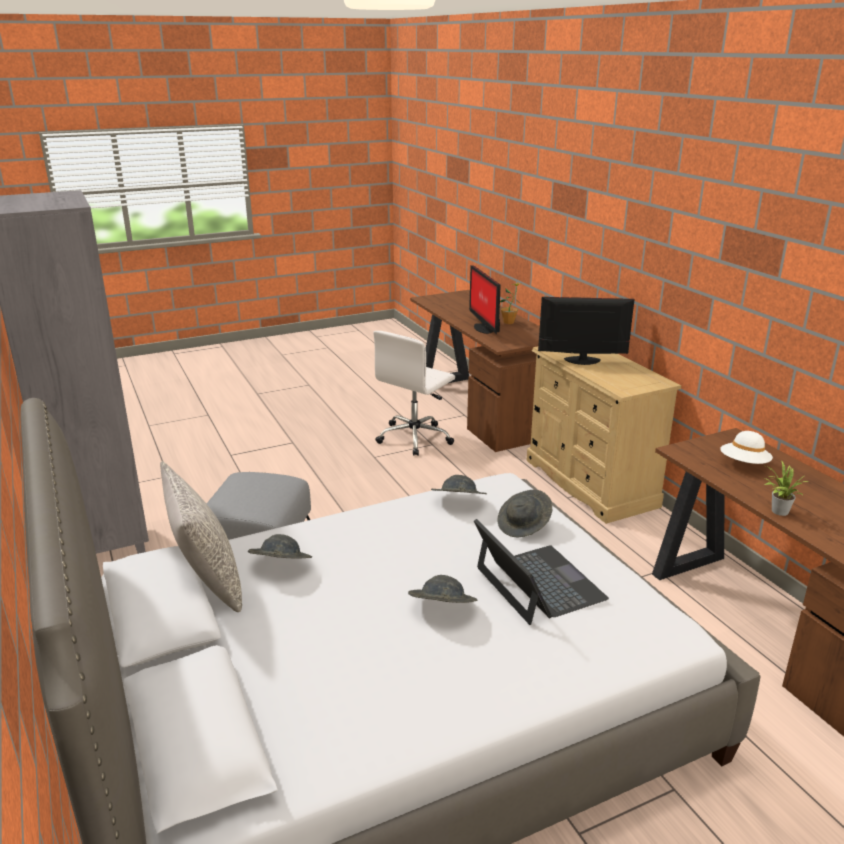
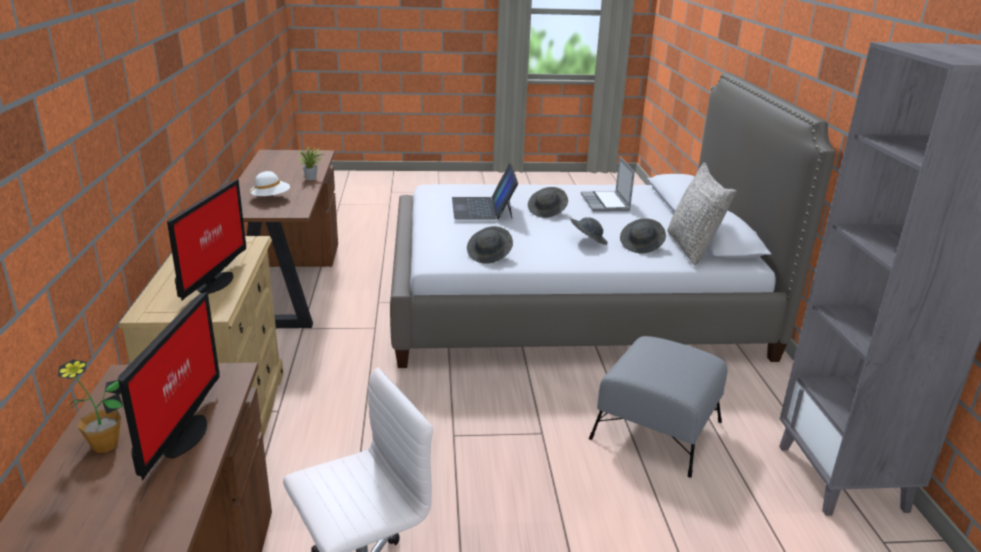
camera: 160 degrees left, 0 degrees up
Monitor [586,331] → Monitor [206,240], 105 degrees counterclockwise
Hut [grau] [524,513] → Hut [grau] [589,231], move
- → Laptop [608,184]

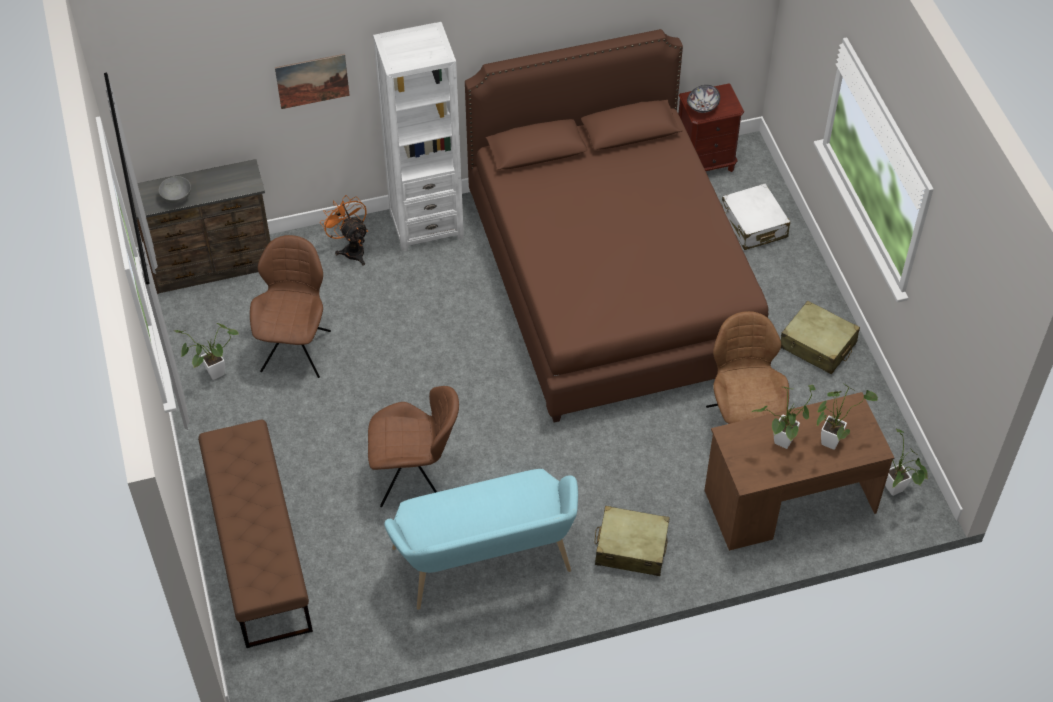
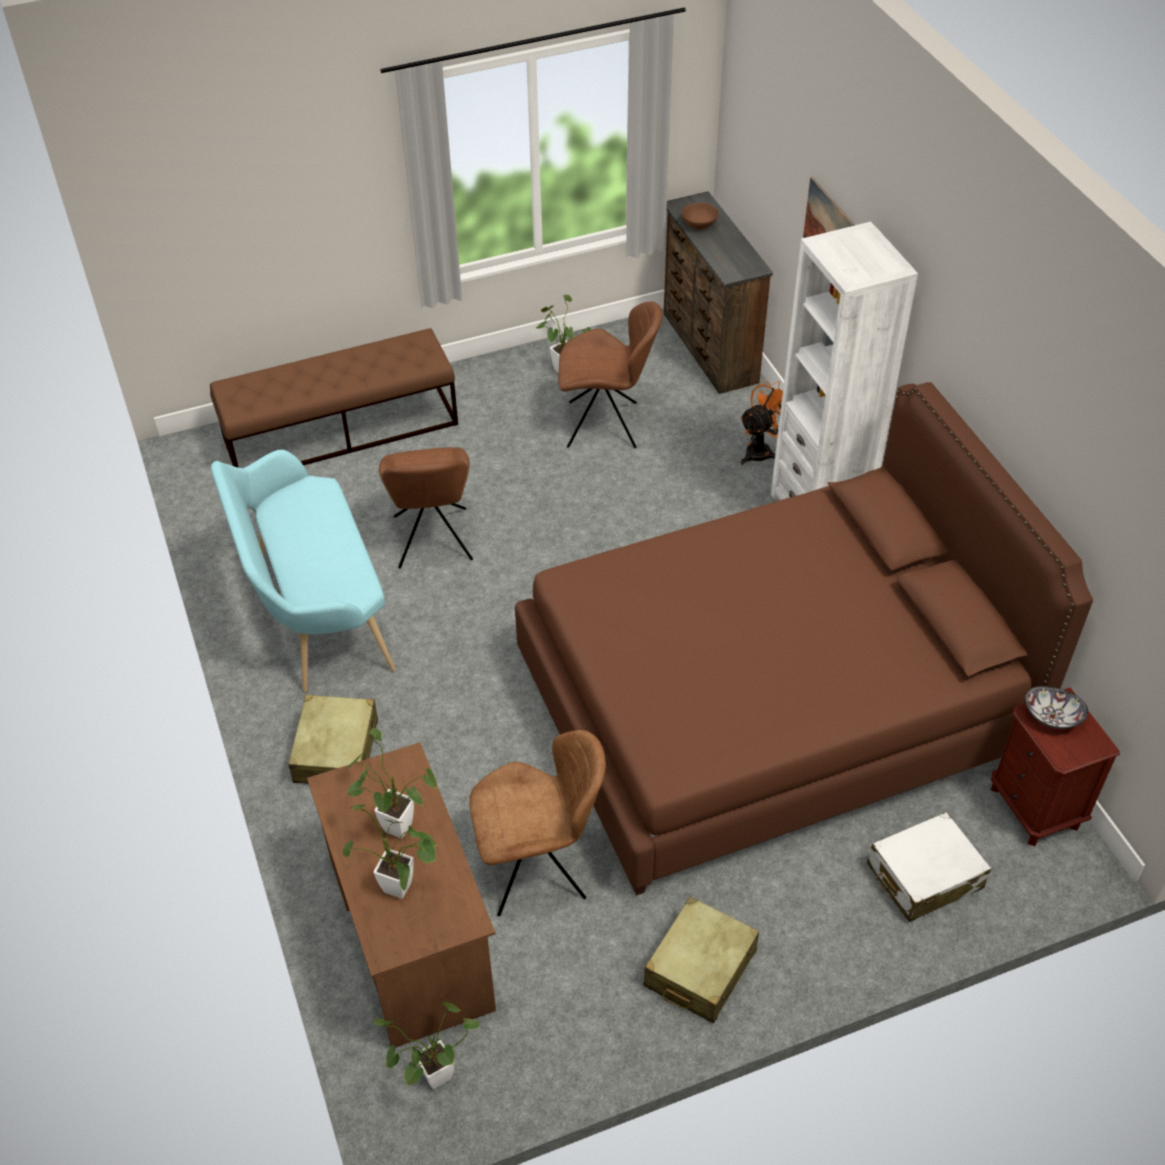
camera: 85 degrees right, 5 degrees down
Schüssel [grau] [175,189] → Schüssel [braun] [700,216]

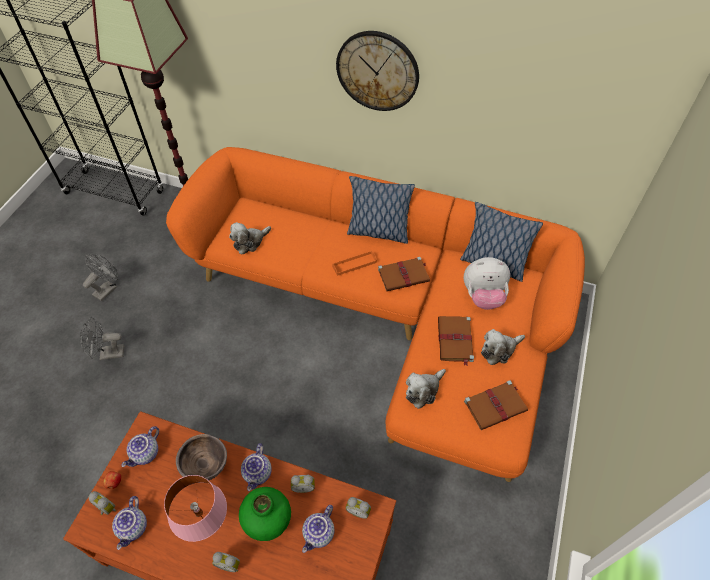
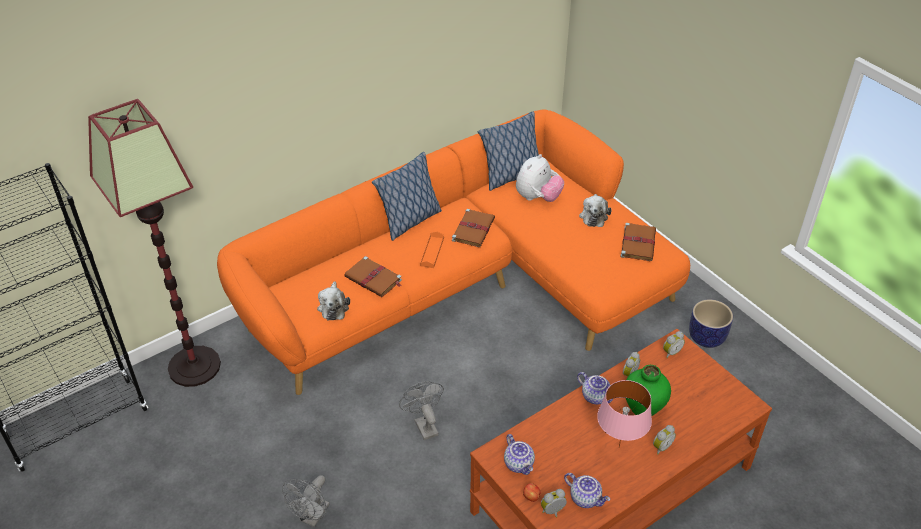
camera: 55 degrees left, 10 degrees down
Buch [braun] [456,341] → Buch [braun] [373,276], move
Ventilator [grau] [100,277] → Ventilator [grau] [421,410], move
- → Pflanzkübel [711,323]
Schüssel [braun] [201,458] → -
Teekanne [318,529] → -
Wanduhr [377,71] → -
Plüschtier [426,389] → -

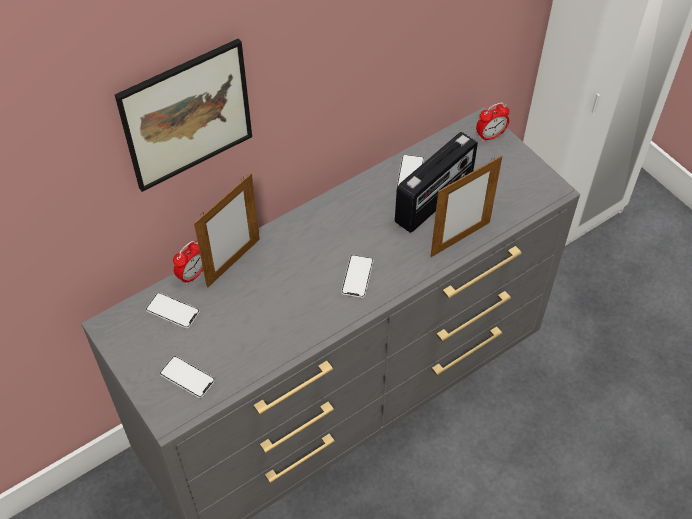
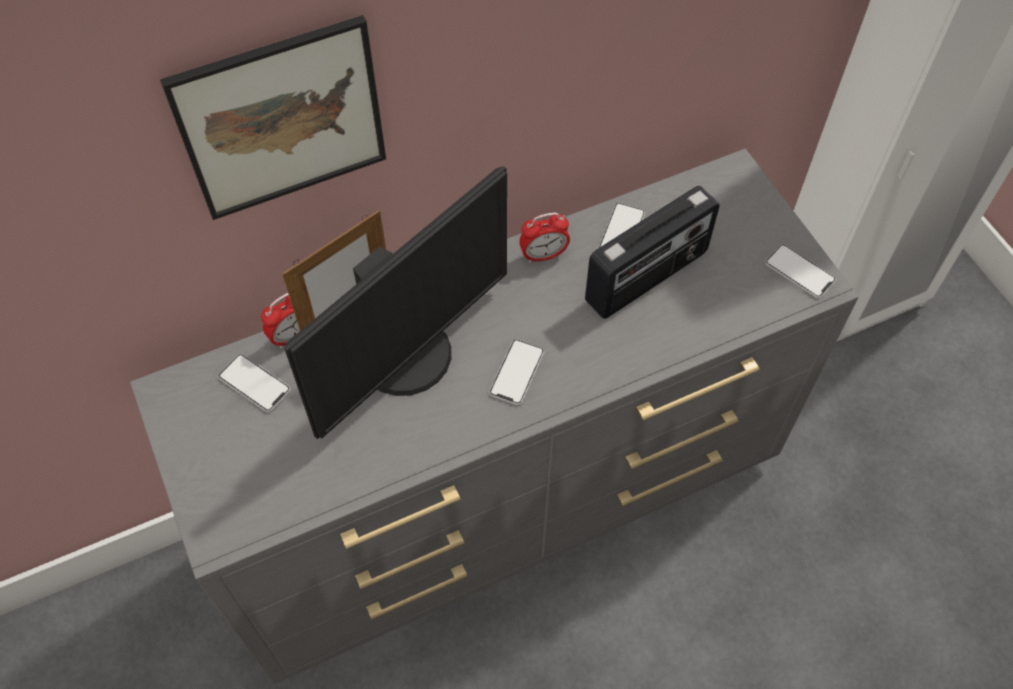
camera: 10 degrees right, 5 degrees up
- → Monitor [395,302]
Wecker [492,122] → Wecker [544,238], move
Handy [187,377] → Handy [800,271], move
Bilderrahmen [466,206] → -

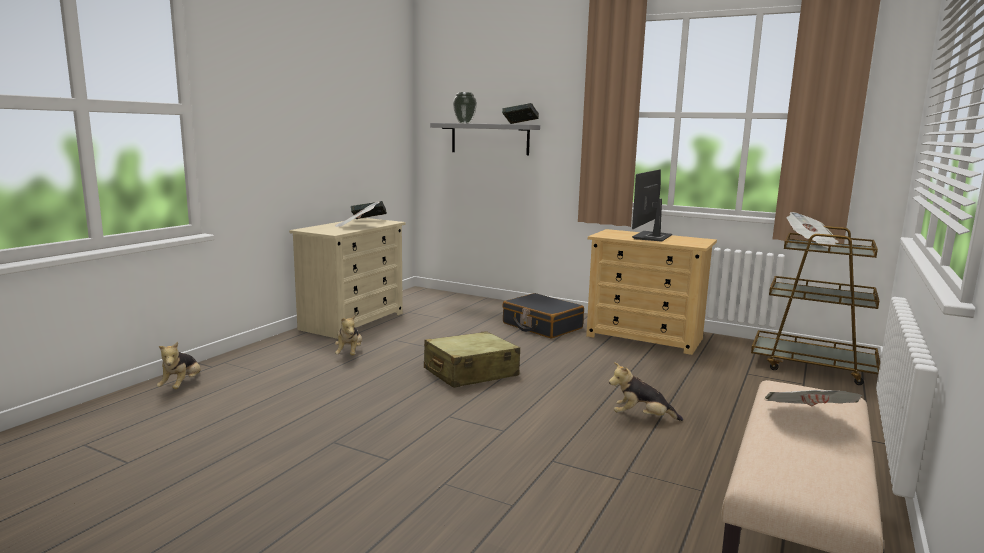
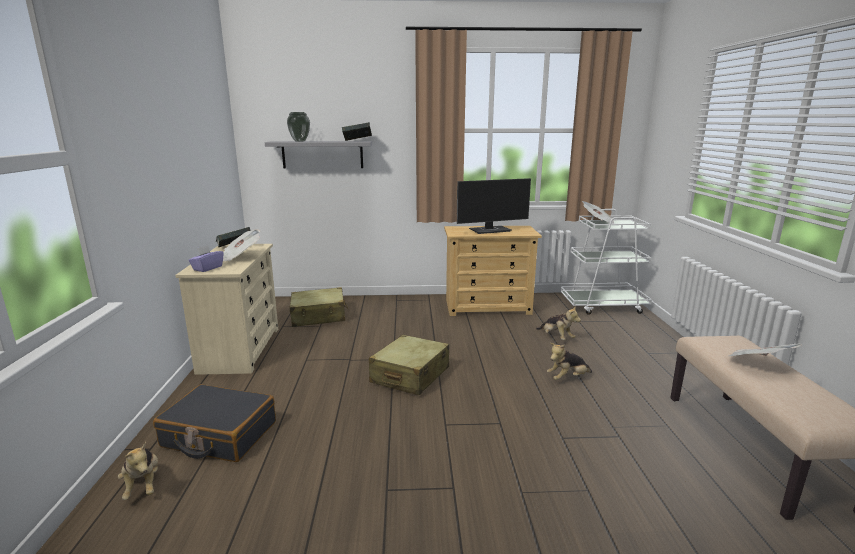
camera: 30 degrees left, 5 degrees up
Koffer [schwarz] [543,316] → Koffer [schwarz] [214,423], move
- → Taschentuchbox [lila] [206,258]
- → Koffer [beige] [319,307]
Monitor [652,205] → Monitor [494,206], 105 degrees counterclockwise
Plüschtier [348,334] → Plüschtier [558,323], move
Rollwagen [braun] [815,305] → Rollwagen [weiß] [606,262]

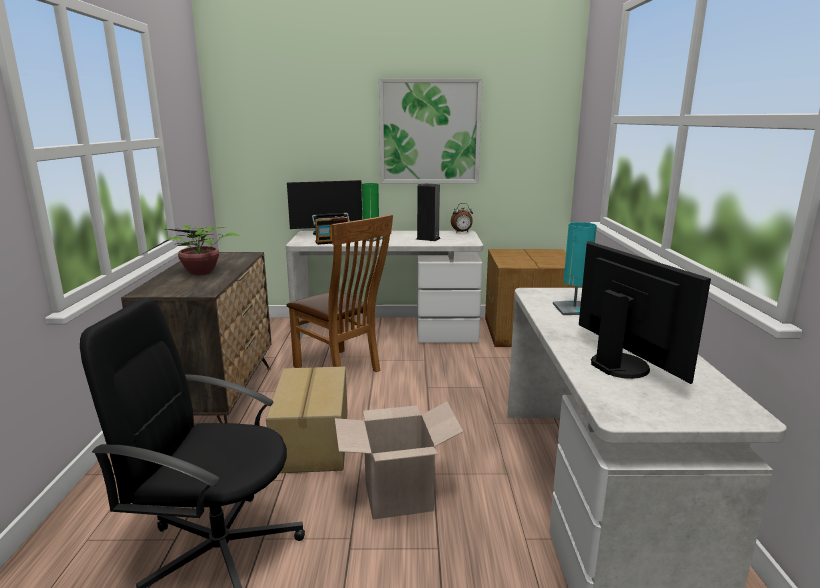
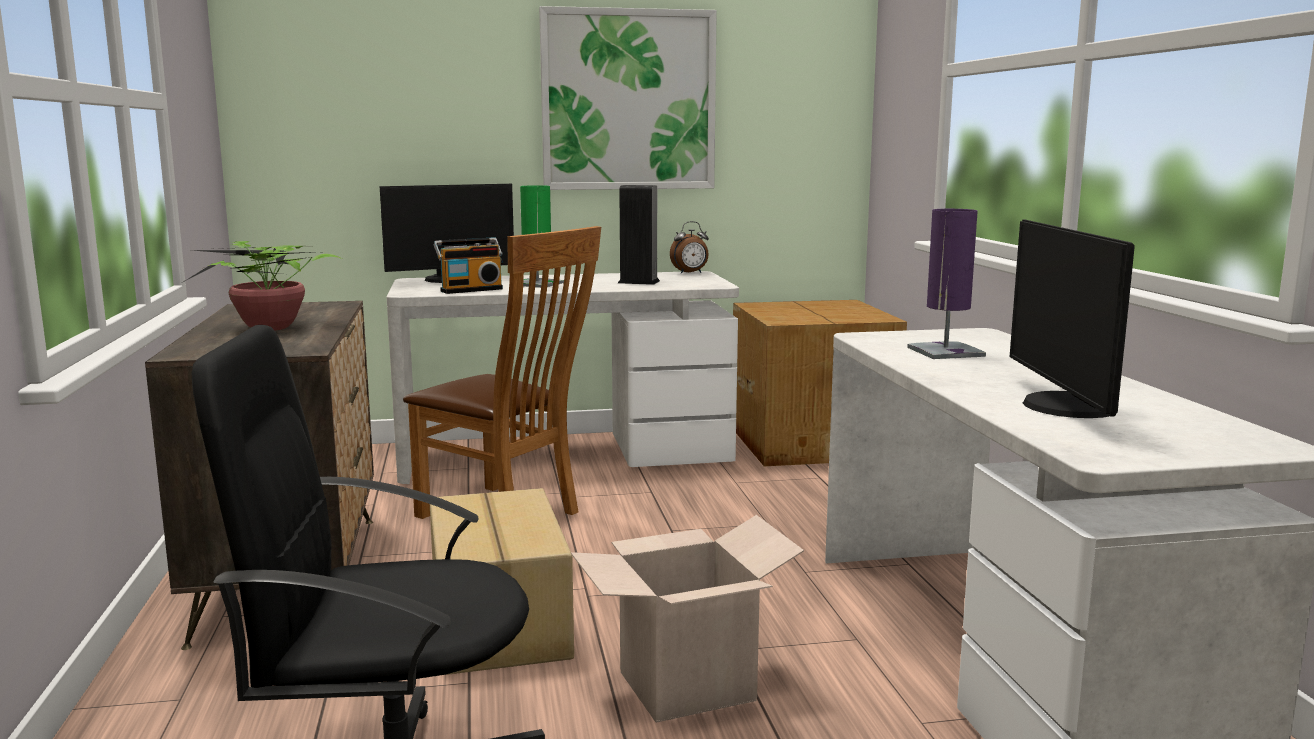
camera: 10 degrees left, 5 degrees down
Tischlampe [türkis] [575,268] → Tischlampe [lila] [946,284]
Monitor [645,312] → Monitor [1072,319], 150 degrees counterclockwise

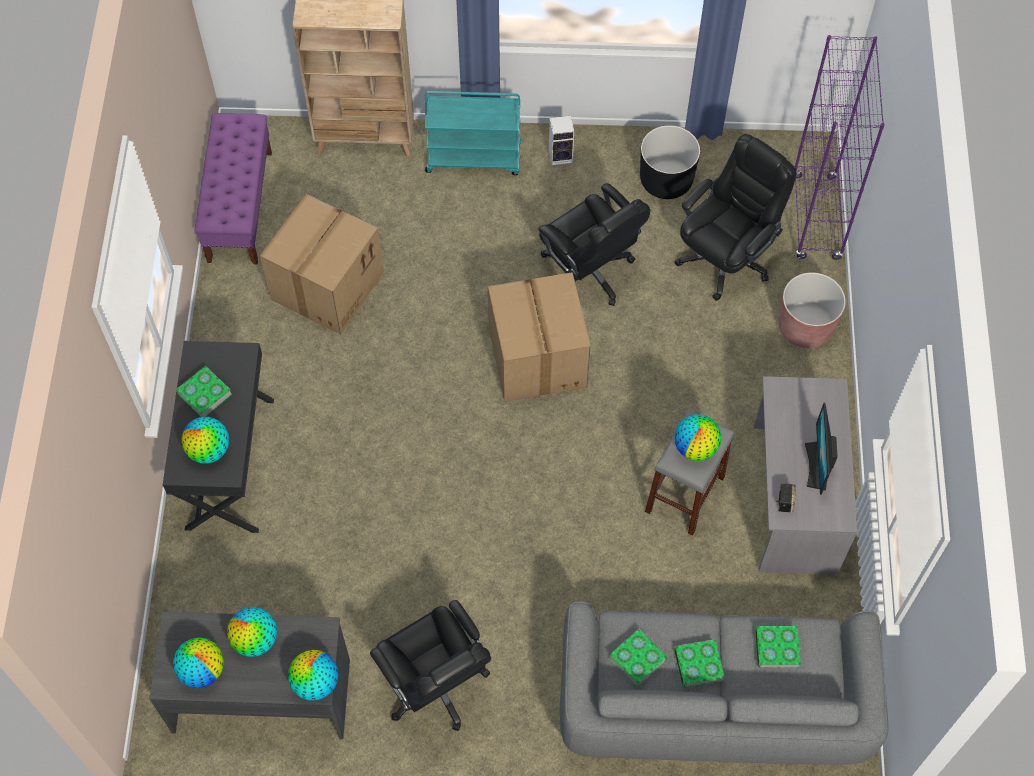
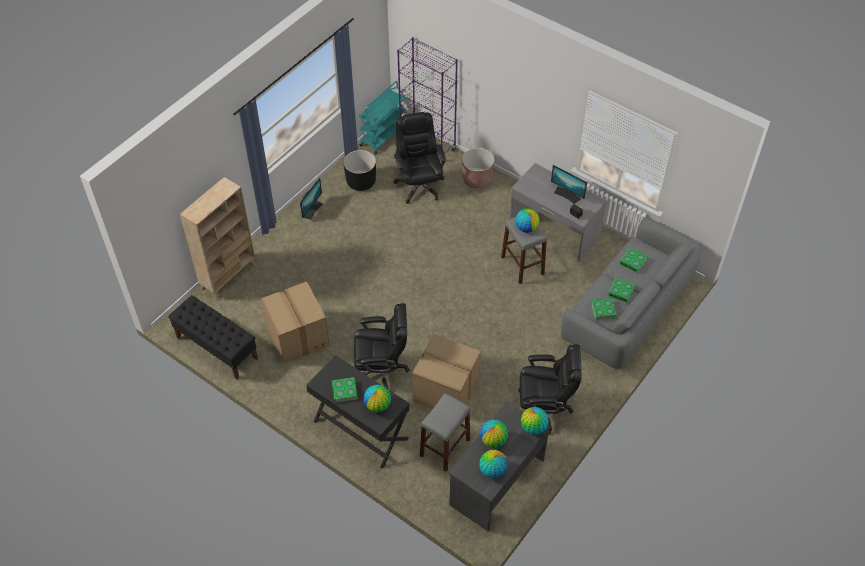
camera: 55 degrees left, 10 degrees down
Bank [lila] [233,188] → Bank [schwarz] [213,337]
Lautsprecher [561,140] → Monitor [311,198]
Bürostuhl [schwarz] [594,244] → Bürostuhl [schwarz] [382,346], move
Rollwagen [türkis] [473,133] → Rollwagen [türkis] [382,117], move
Karton [539,337] → Karton [446,371], move
- → Hocker [grau] [445,432]

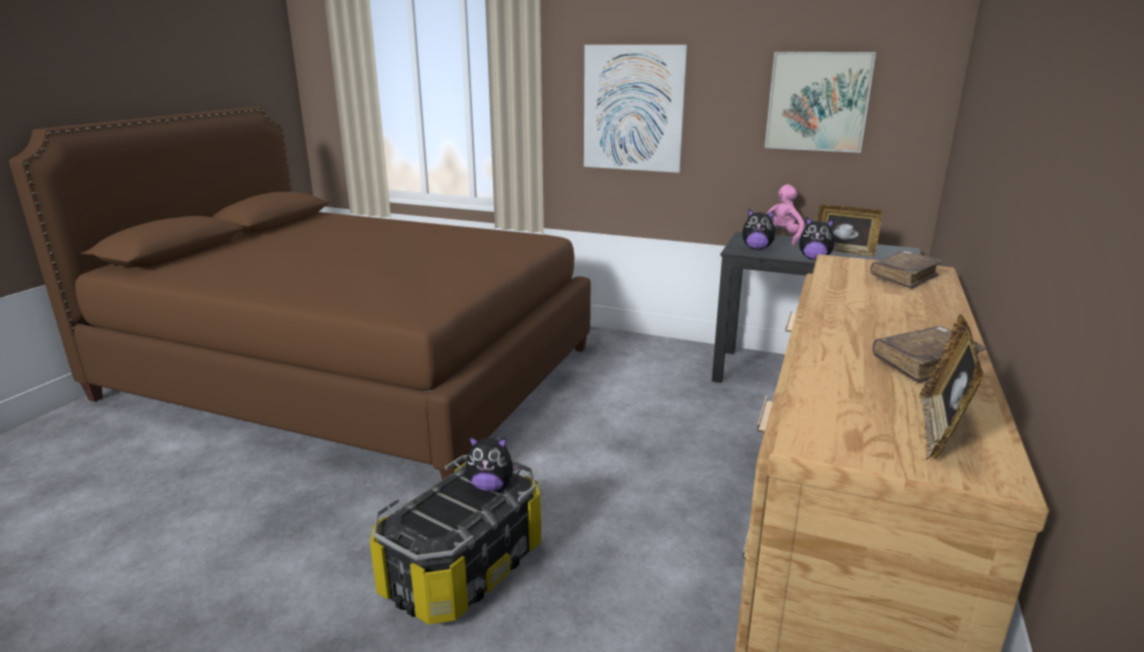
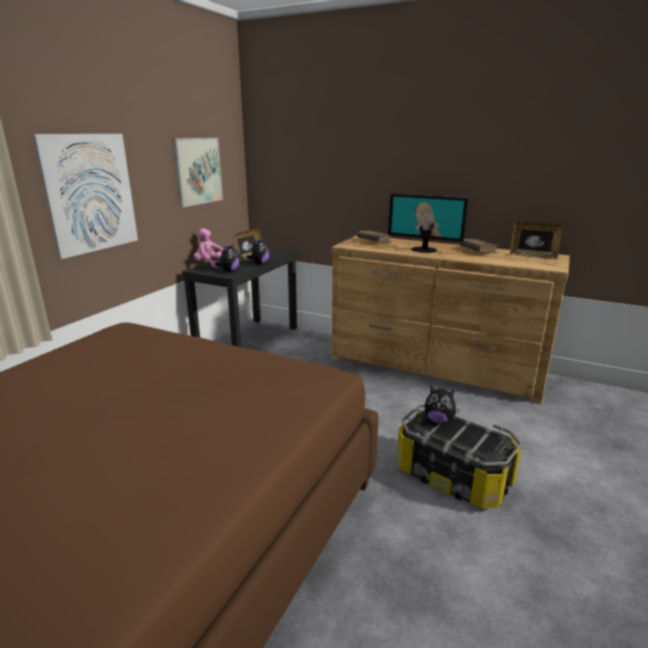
camera: 85 degrees left, 0 degrees up
- → Monitor [428,223]
Plüschtier [492,463] → Plüschtier [442,405], 105 degrees clockwise

